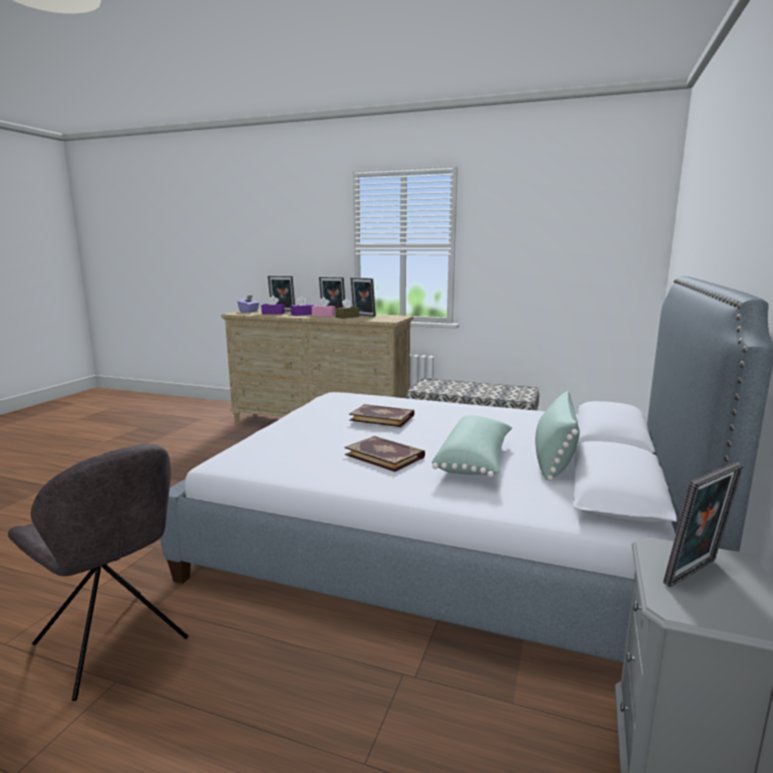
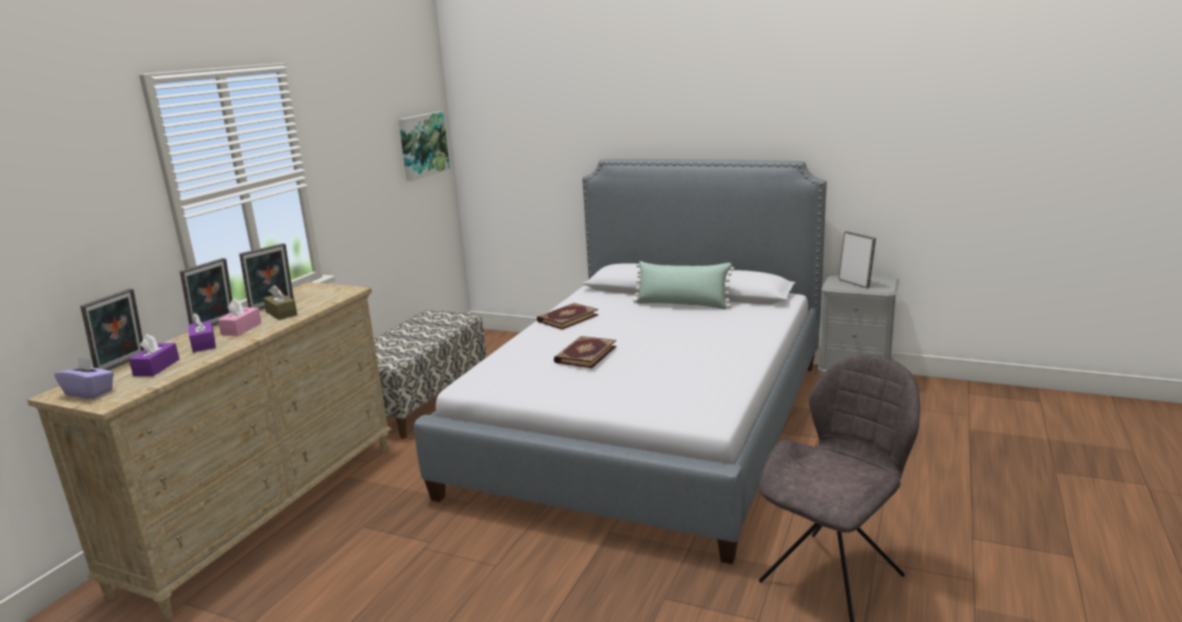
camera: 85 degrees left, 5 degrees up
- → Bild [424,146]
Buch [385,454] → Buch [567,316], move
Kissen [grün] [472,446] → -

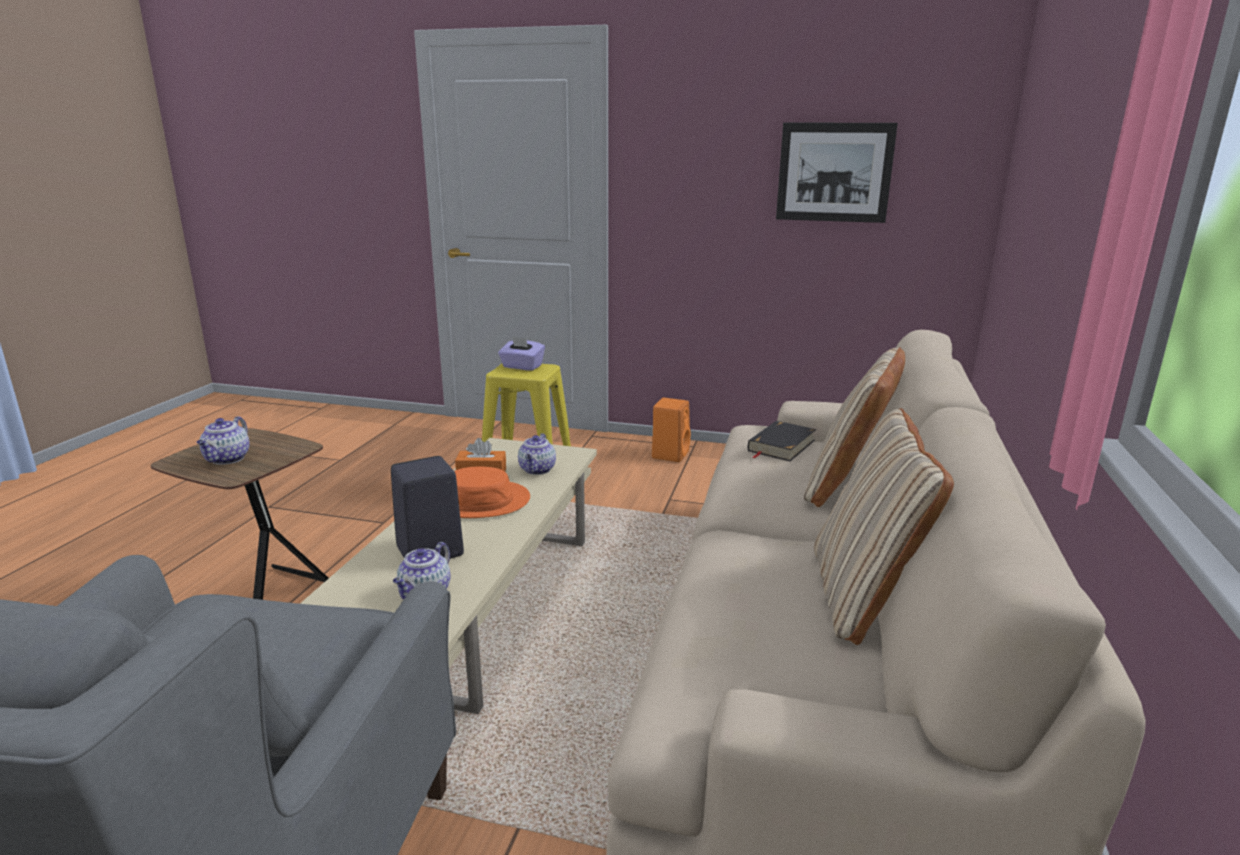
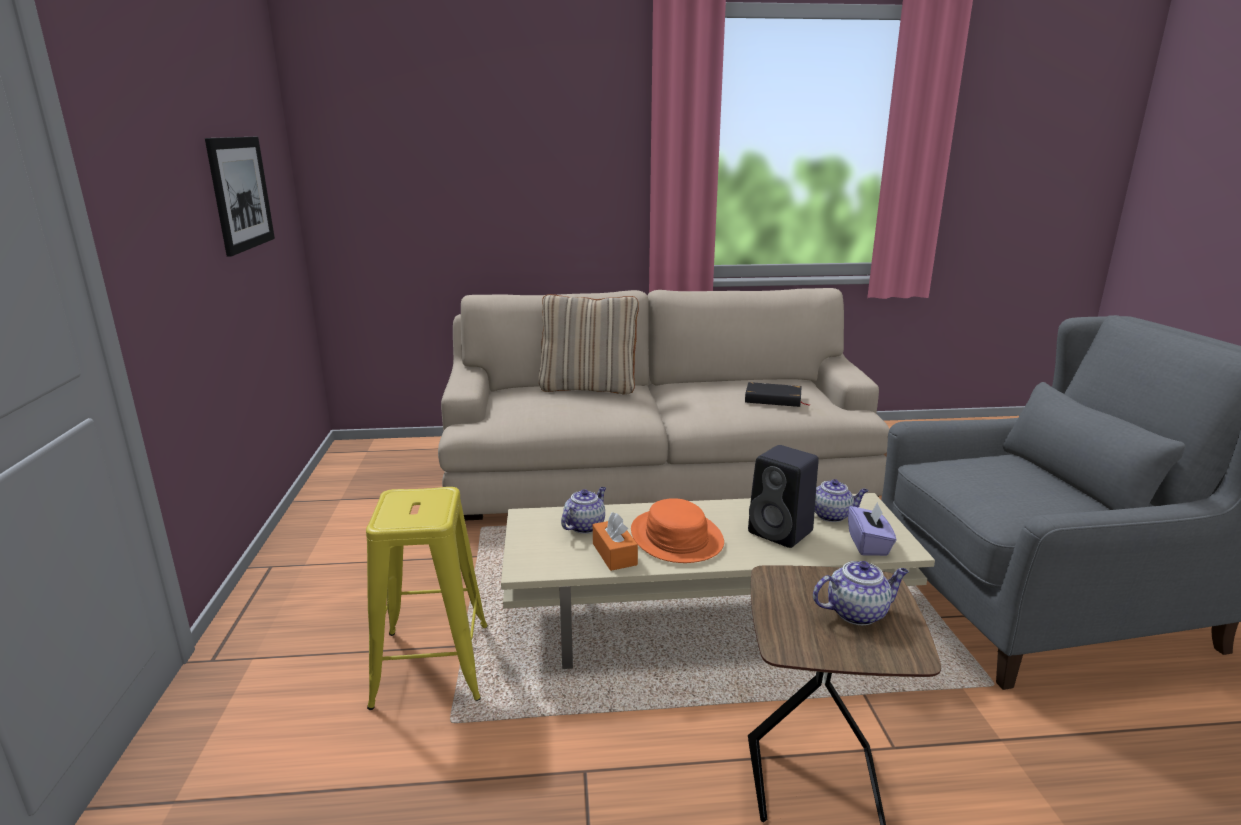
camera: 110 degrees left, 0 degrees up
Teekanne [537,454] → Teekanne [583,510], 45 degrees counterclockwise
Buch [schwarz] [782,441] → Buch [schwarz] [777,394], move
Taschentuchbox [lila] [521,353] → Taschentuchbox [lila] [872,528], move
Lautsprecher [orange] [671,430] → -
Kissen [beige] [884,526] → -

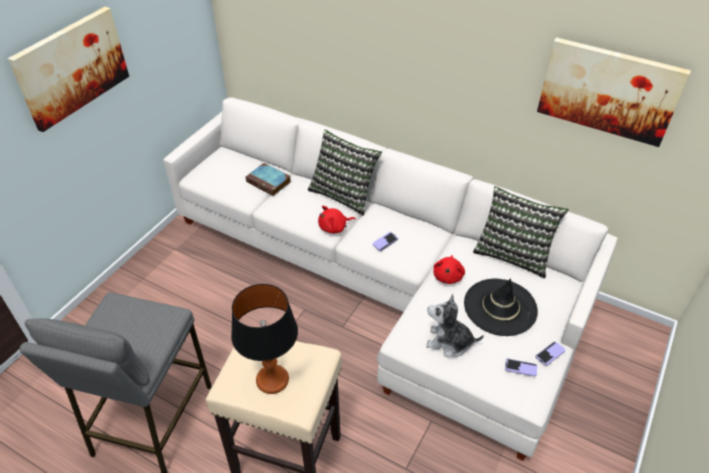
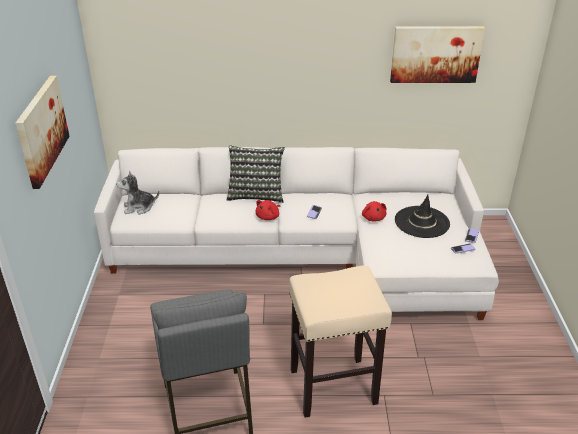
camera: 30 degrees left, 10 degrees down
Plüschtier [455,325] → Plüschtier [137,193], move
Tischlampe [264,339] → -
Buch [268,179] → -
Kissen [521,232] → -

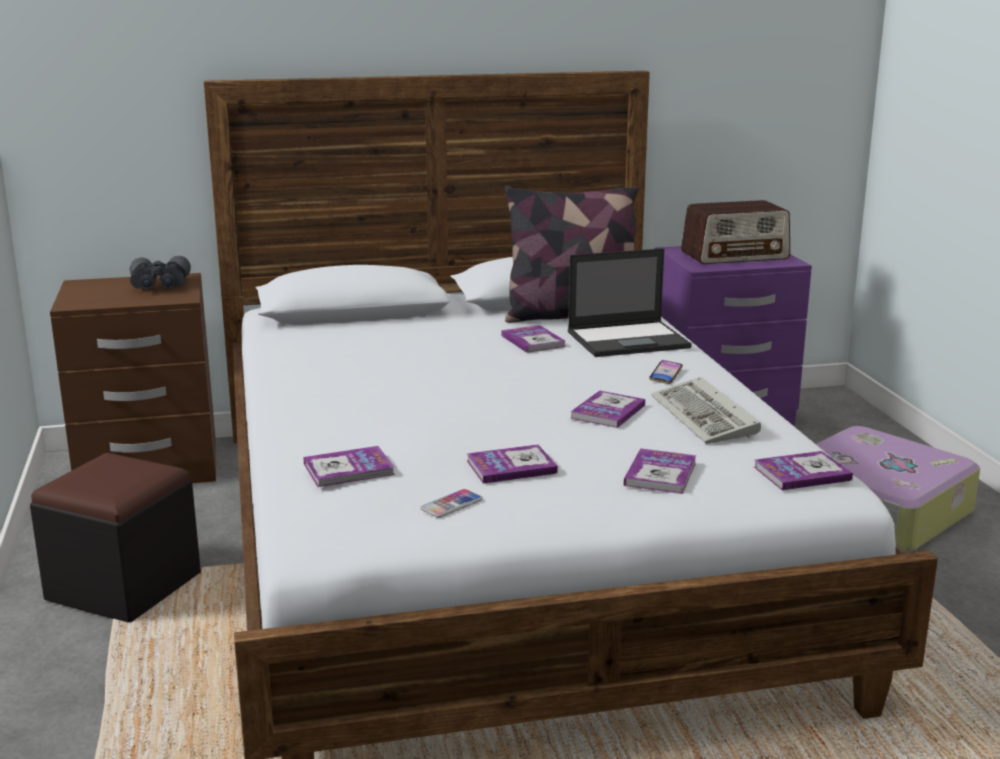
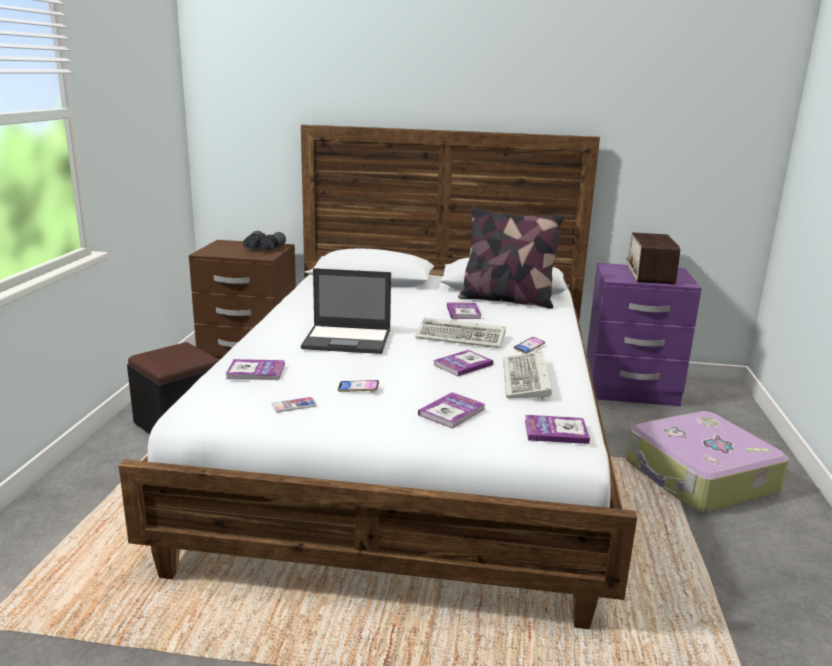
camera: 20 degrees right, 0 degrees up
Laptop [630,302] → Laptop [346,311], move
Buch [512,464] → Handy [358,386]
- → Tastatur [460,332]
Radio [735,232] → Radio [653,258], 90 degrees clockwise

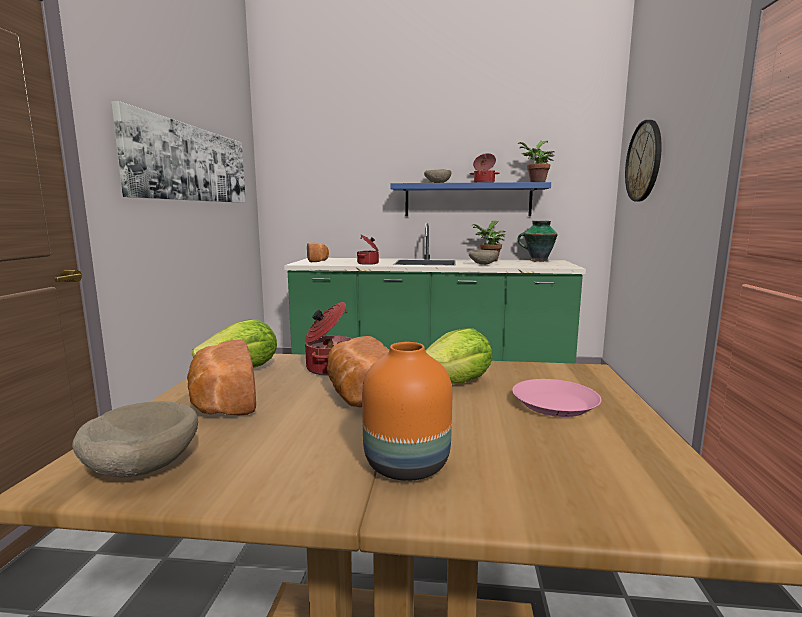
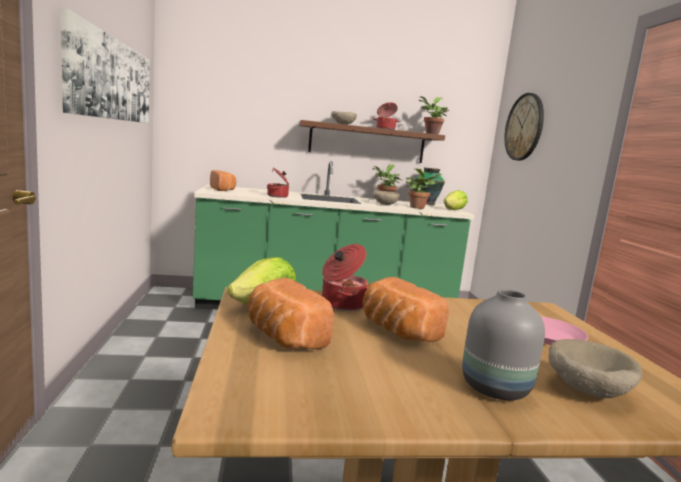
camera: 15 degrees left, 0 degrees up
Wandregal [blau] [470,199] → Wandregal [braun] [372,141]
- → Topfpflanze [424,188]
Salatkopf [458,356] → Salatkopf [455,200], move
Vase [orange] [407,411] → Vase [grau] [503,344]
Schüssel [beige] [135,439] → Schüssel [beige] [596,368], move

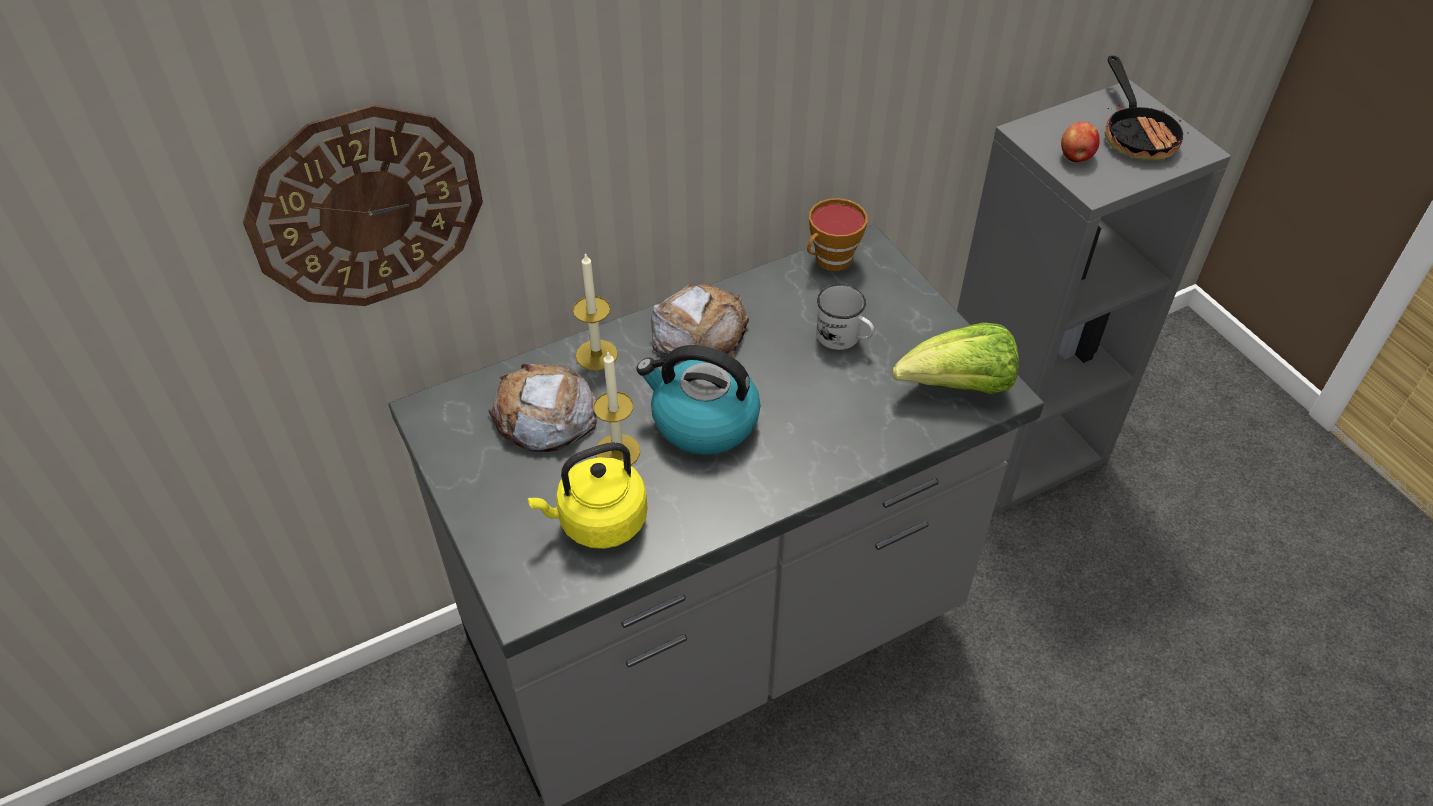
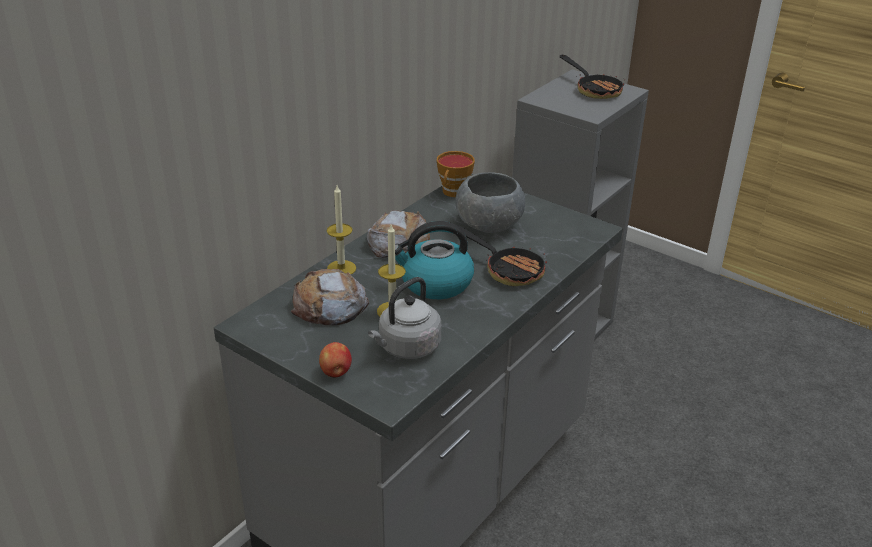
camera: 25 degrees left, 15 degrees down
Apfel [1080,142] → Apfel [335,360], move
Wasserkessel [gelb] [587,495] → Wasserkessel [grau] [404,318]
Henkelbecher [weiß] [845,317] → Schüssel [grau] [490,202]
- → Pfanne [502,255]
Wanduhr [363,205] → -
Salatkopf [956,358] → -

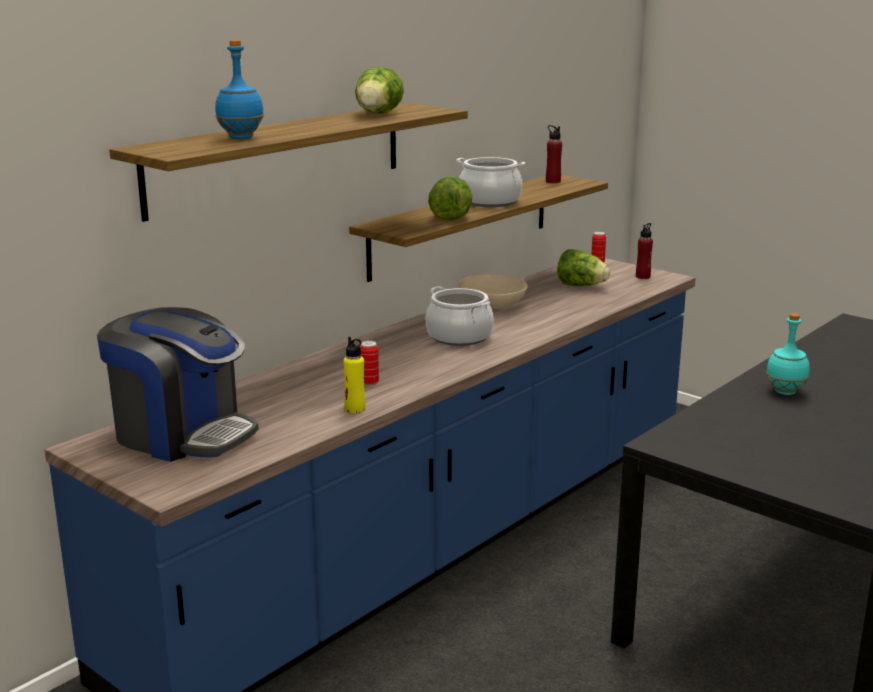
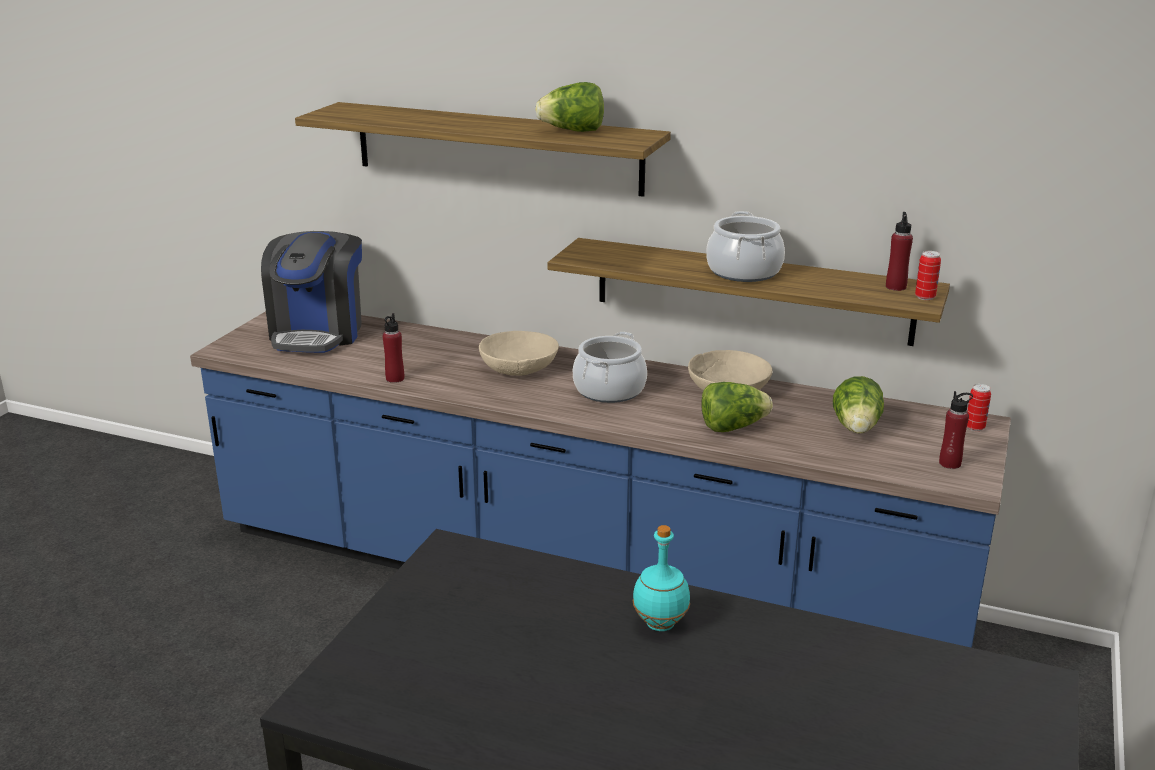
camera: 70 degrees right, 5 degrees up
Flasche [gelb] [354,375] → Flasche [rot] [393,348]
- → Schüssel [beige] [519,353]
Salatkopf [450,198] → Salatkopf [737,407], move
Dose [369,363] → Dose [928,275], move
Flasche [blau] [239,89] → -

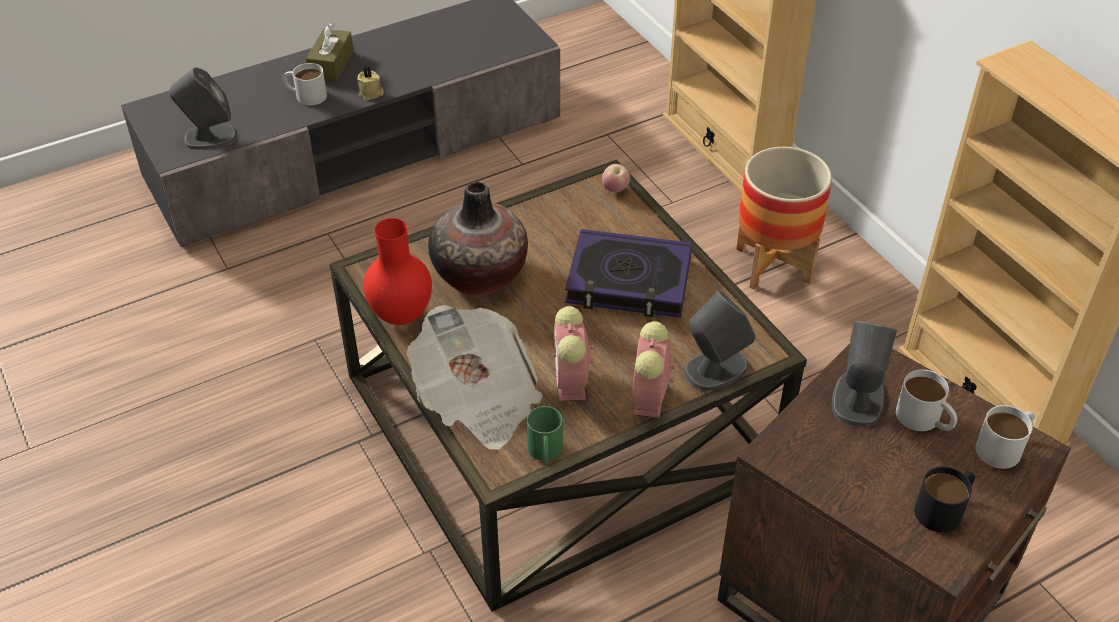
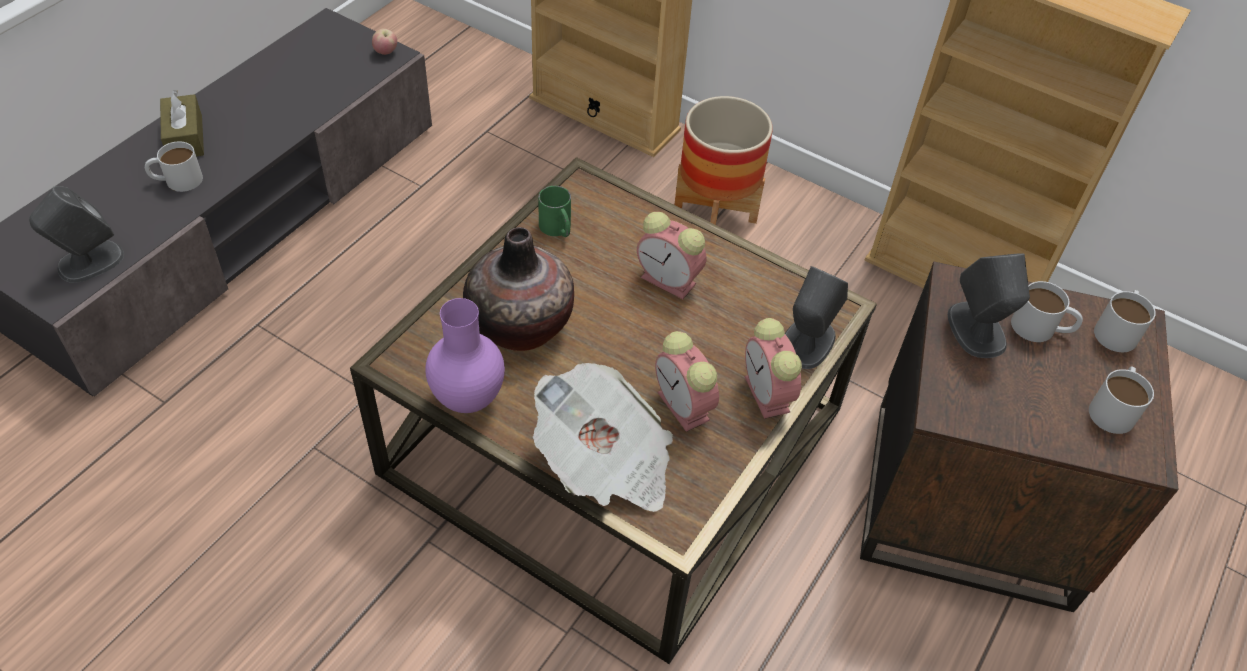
camera: 30 degrees left, 5 degrees up
Apfel [616,178] → Apfel [384,41], move
Vase [rot] [397,271] → Vase [lila] [465,355]
Henkelbecher [grün] [545,435] → Henkelbecher [grün] [554,211], move
Buch [628,273] → Wecker [671,255]
Henkelbecher [schwarz] [944,499] → Henkelbecher [weiß] [1121,400]
Kerze [beige] [370,83] → -

